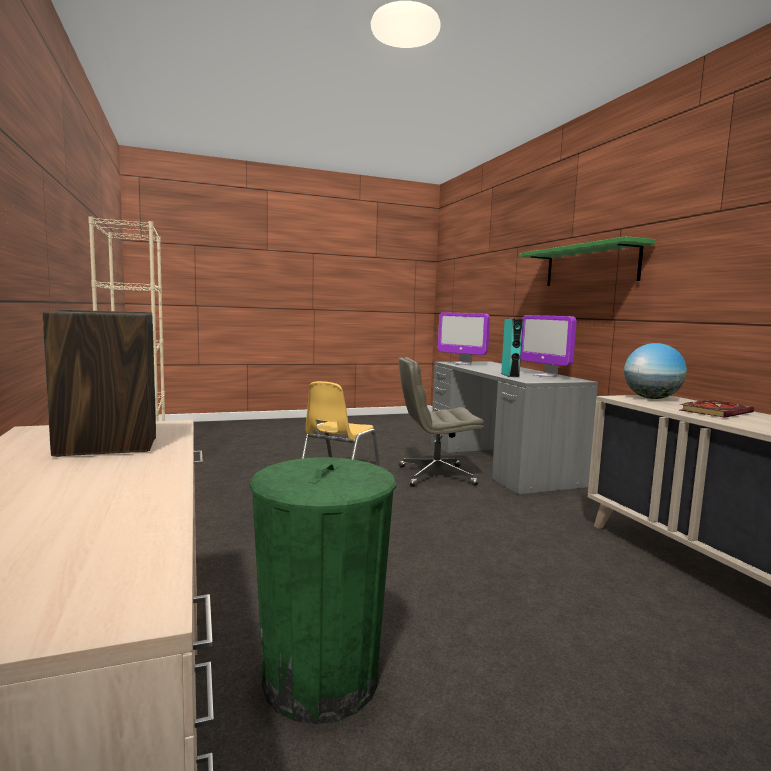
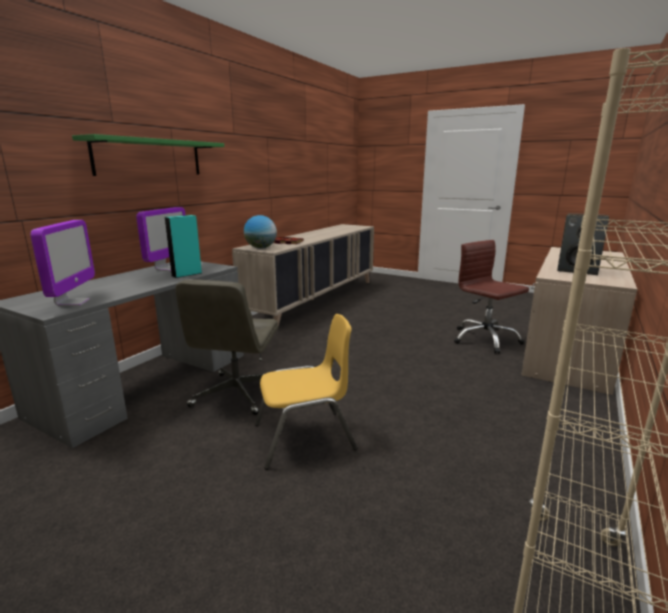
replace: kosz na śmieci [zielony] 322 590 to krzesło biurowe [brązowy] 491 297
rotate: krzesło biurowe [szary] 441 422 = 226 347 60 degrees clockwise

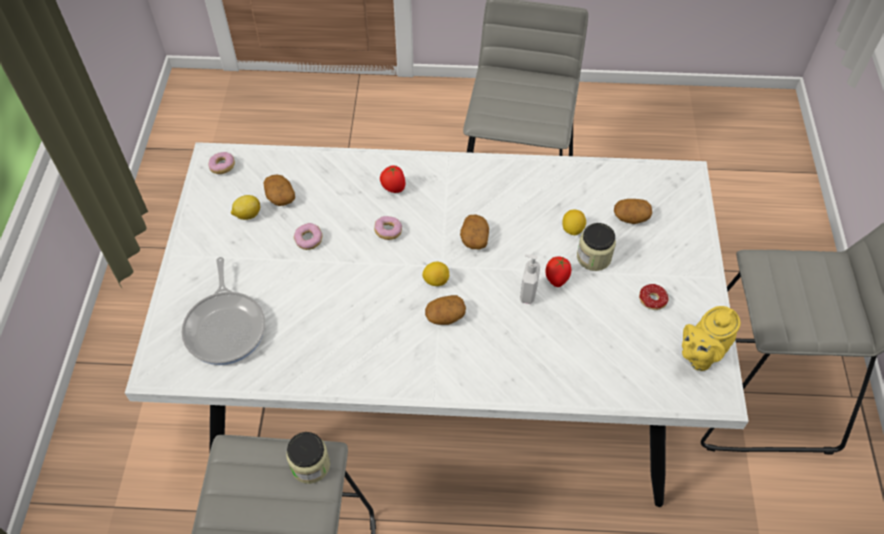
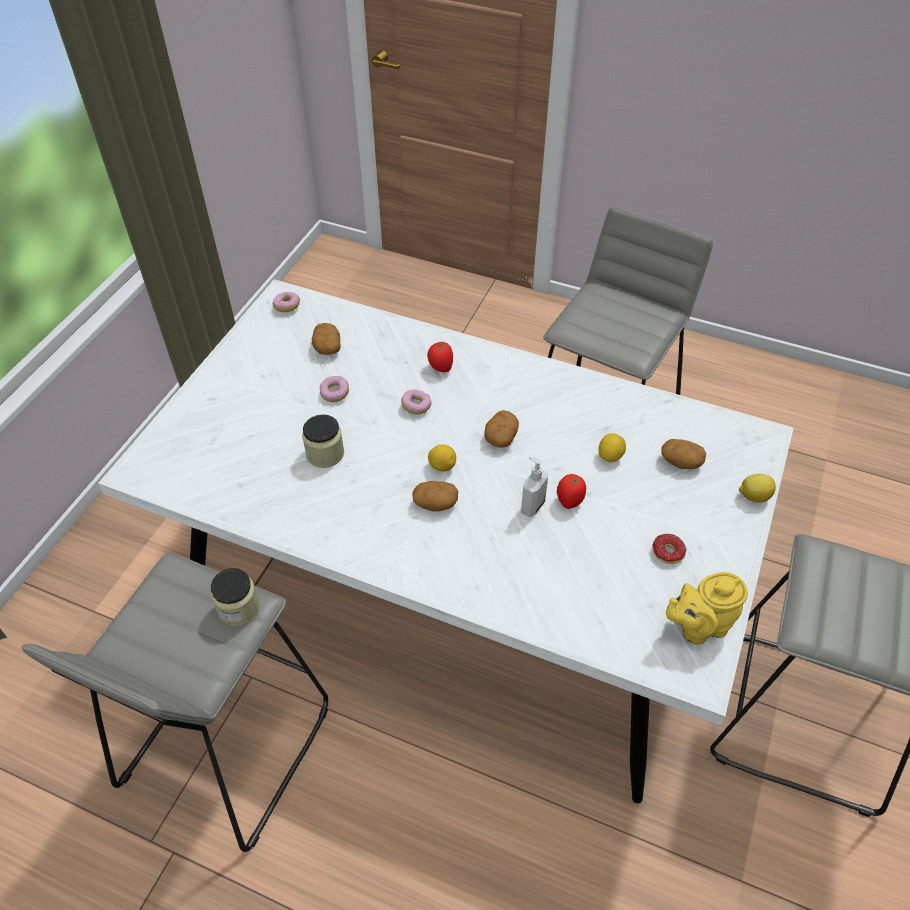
delete: patelnia 223 311
move: cytryna 245 207 to 757 488; słoik 596 247 to 323 441

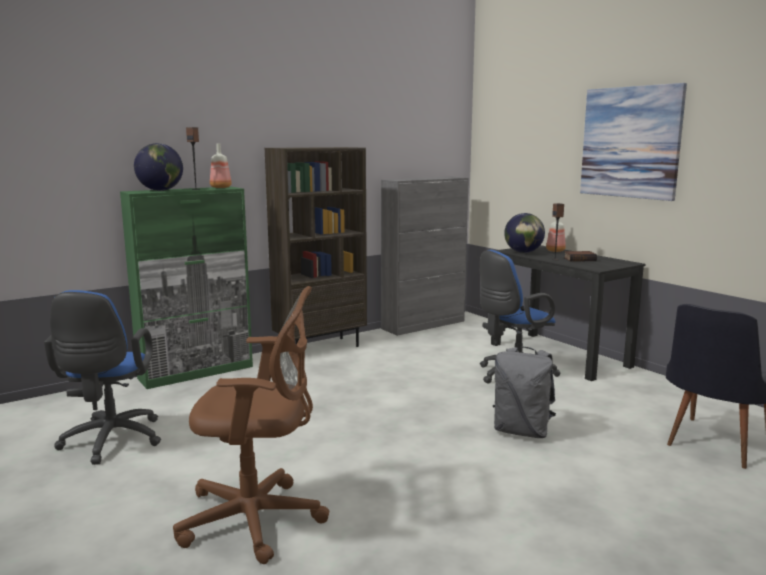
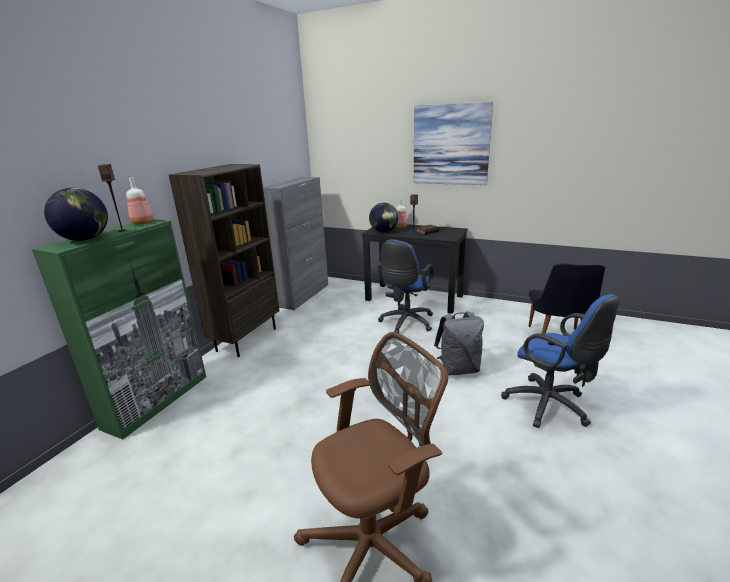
move: krzesło biurowe [niebieski] 102 377 to 560 361

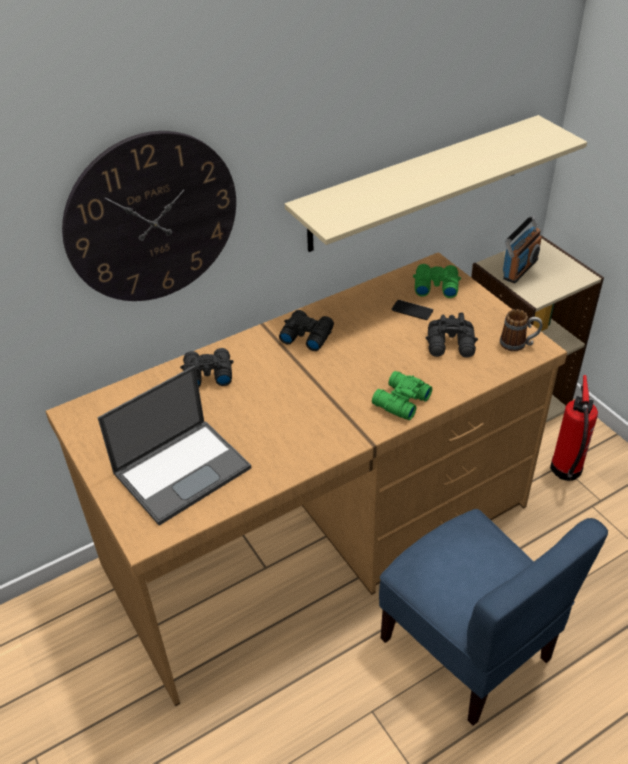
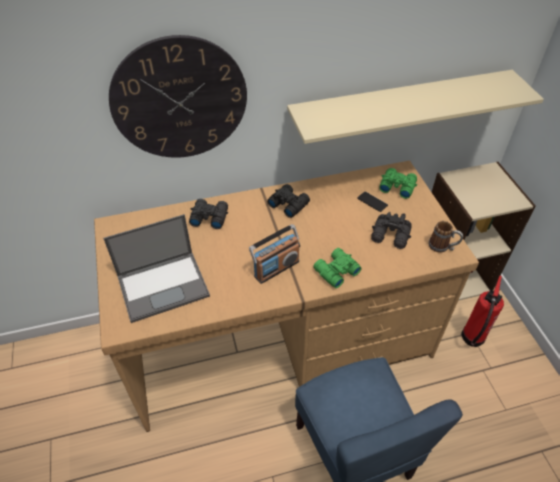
move: radio 522 249 to 274 254

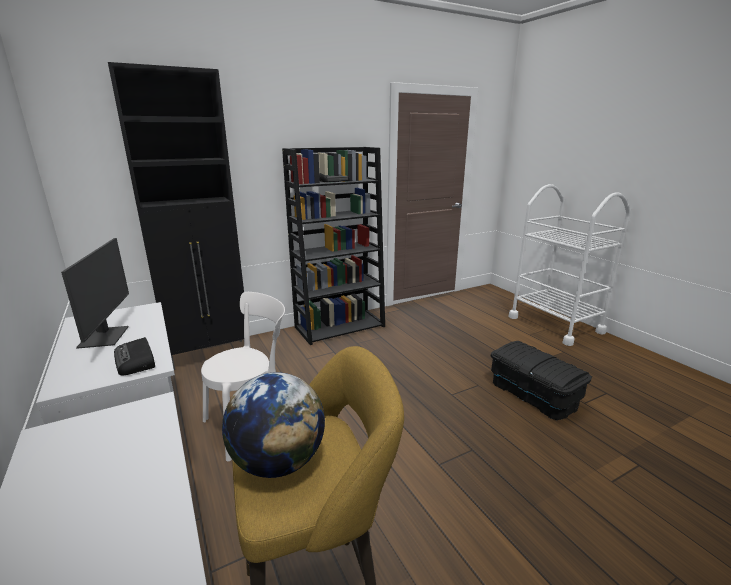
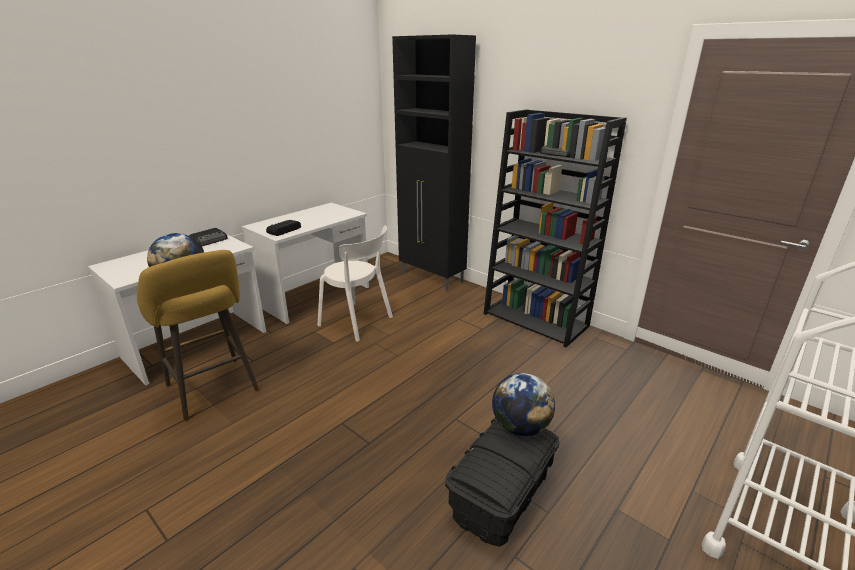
delete: monitor 95 293
insert: radio 208 237; globus 523 404

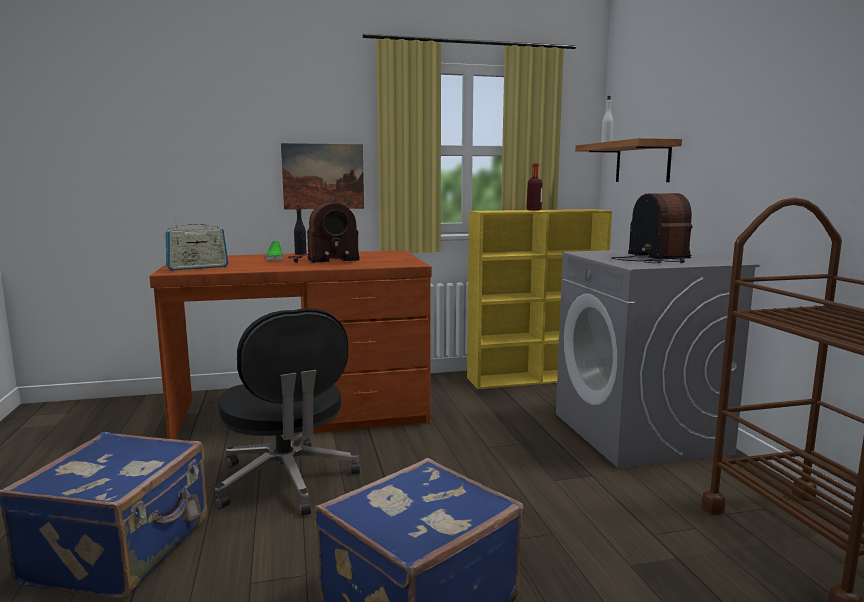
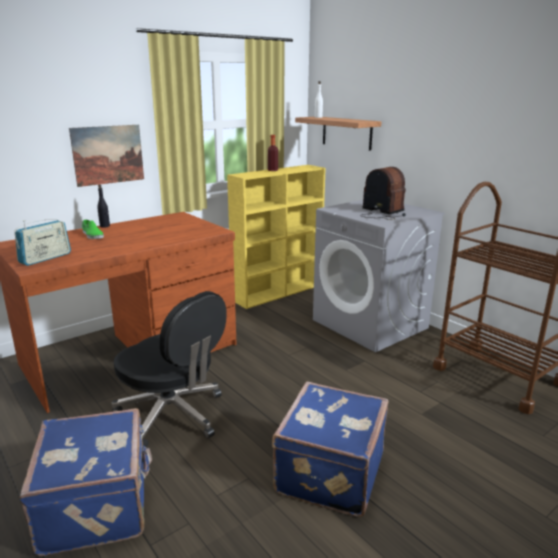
delete: radio 324 232

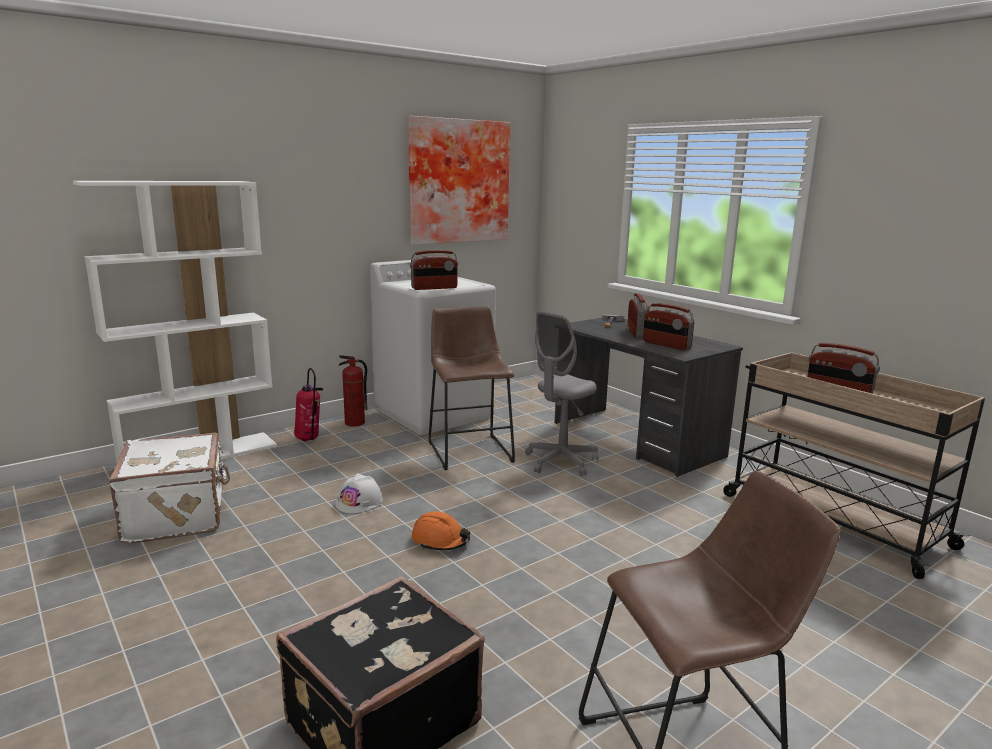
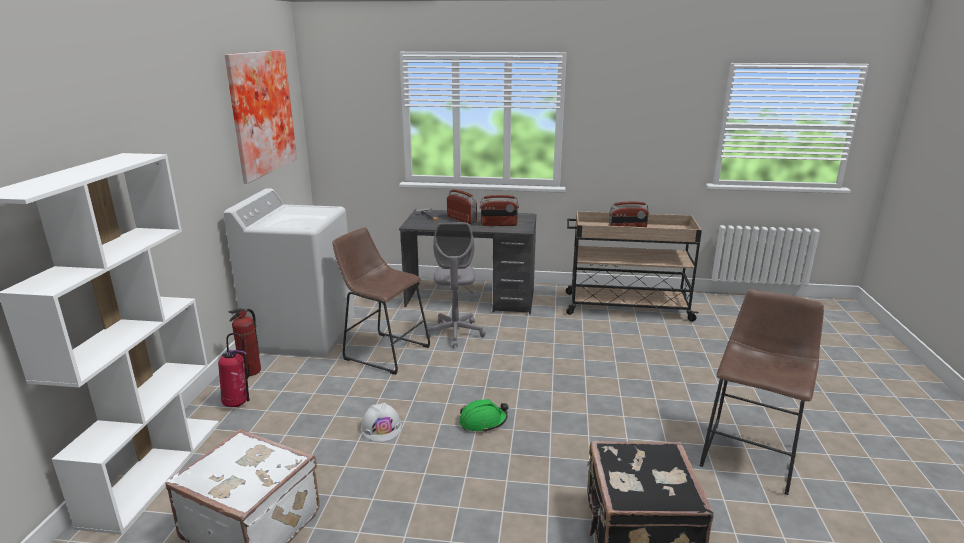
delete: radio 434 270
recolor: kask [pomarańczowy] 440 531 to kask [zielony] 484 415

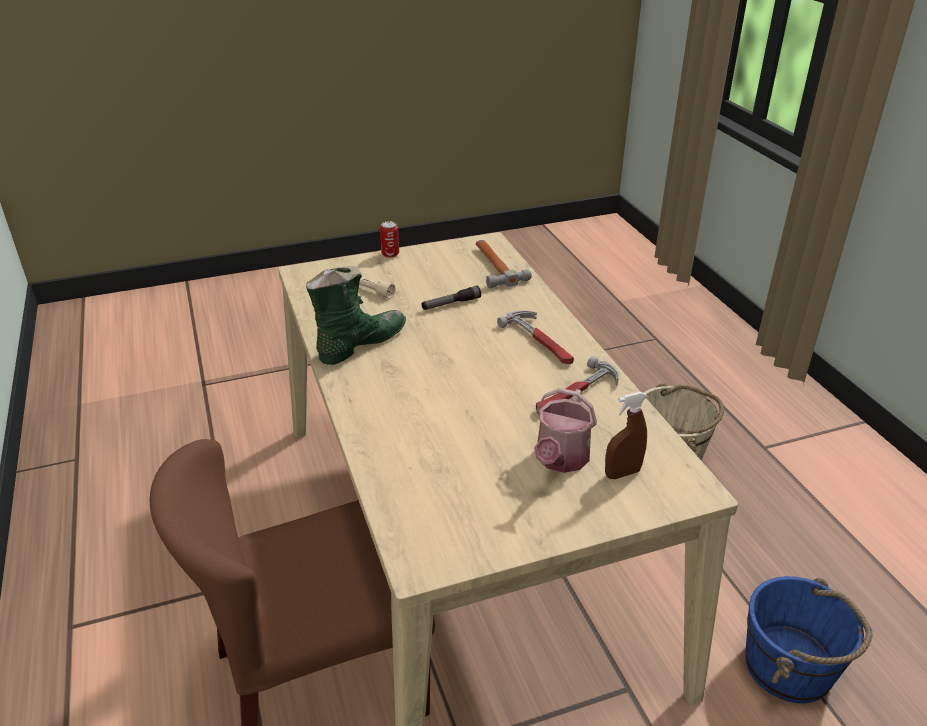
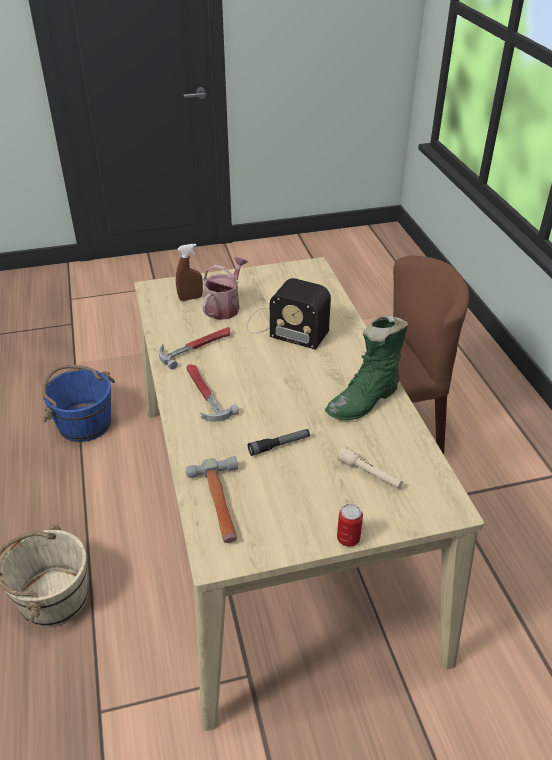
insert: radio 288 314

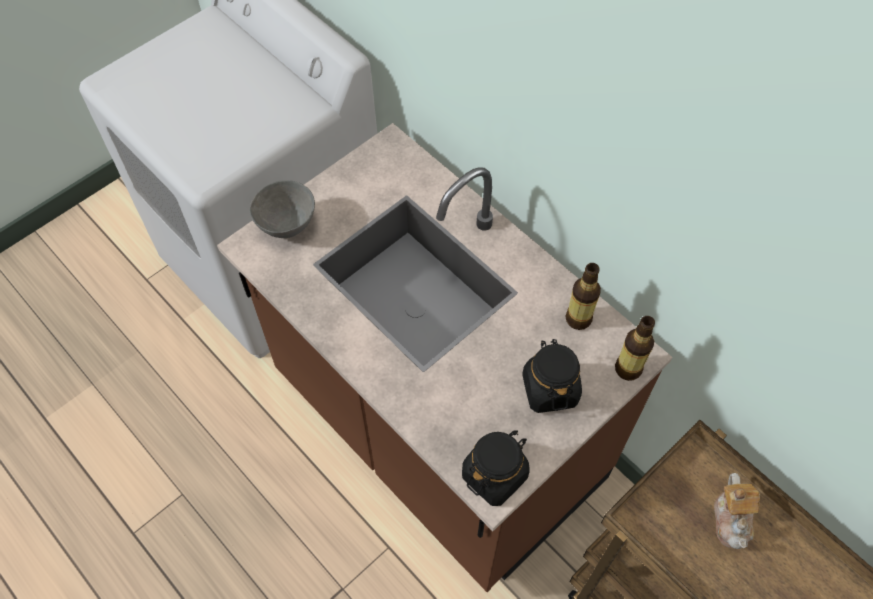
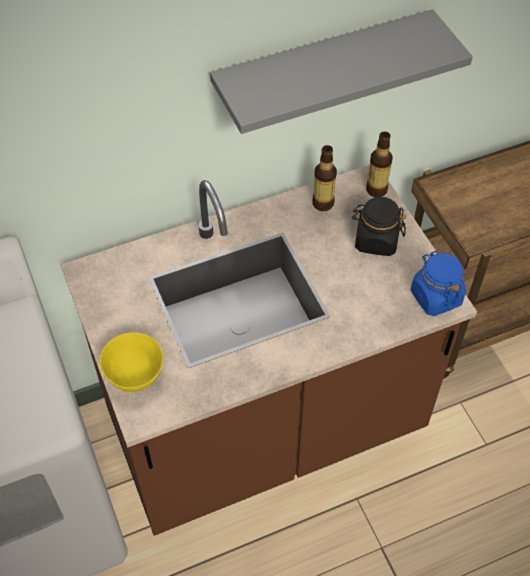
delete: imbryk 737 511
insert: półka [szary] 341 71
recolor: miska [szary] 282 209 to miska [żółty] 131 362; słoik [czarny] 496 468 to słoik [niebieski] 438 283

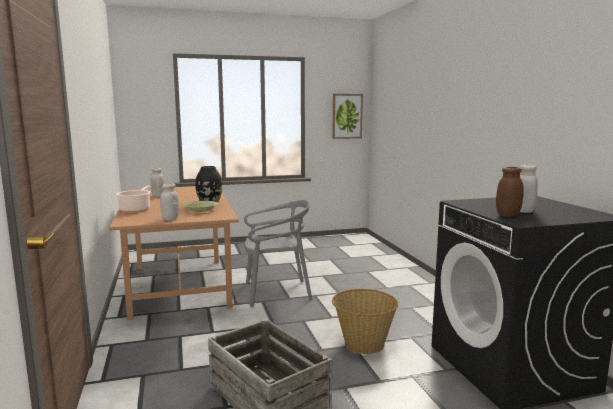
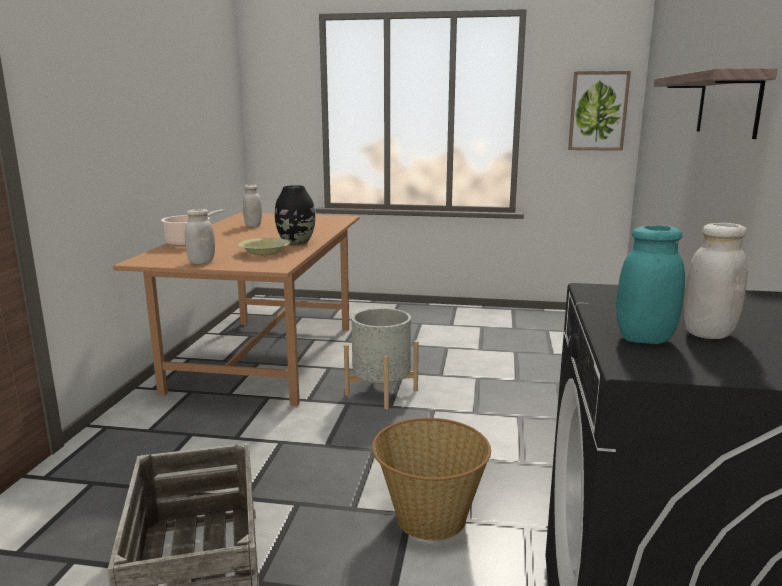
insert: półka 715 103
replace: krzesło [szary] 278 253 to donica [szary] 381 358
recolor: słoik [brązowy] 510 192 to słoik [turkusowy] 650 284

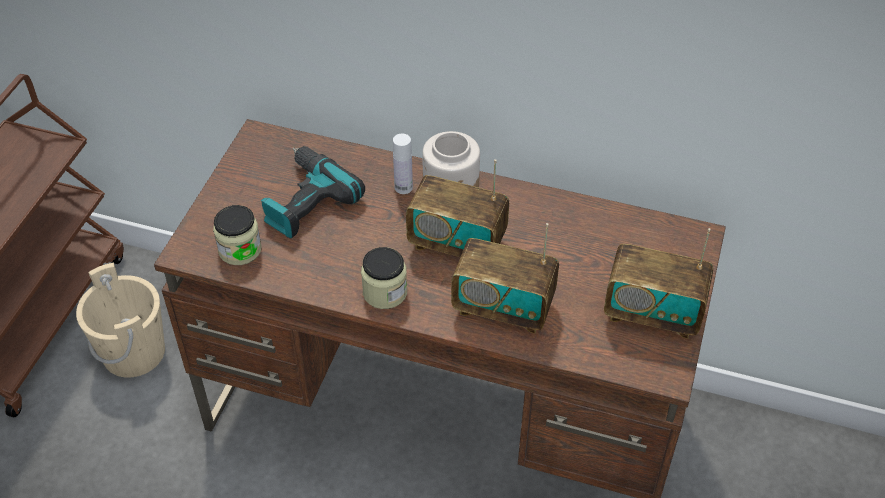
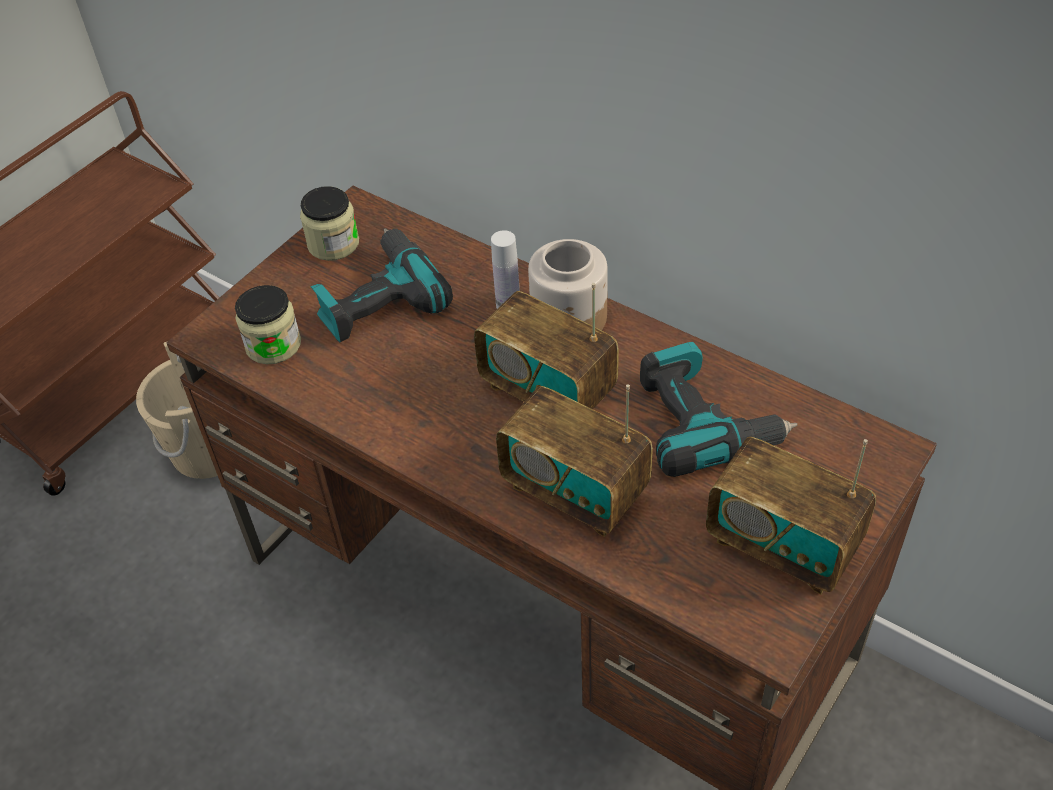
insert: wiertarka 719 409
move: słoik 384 278 to 329 223

